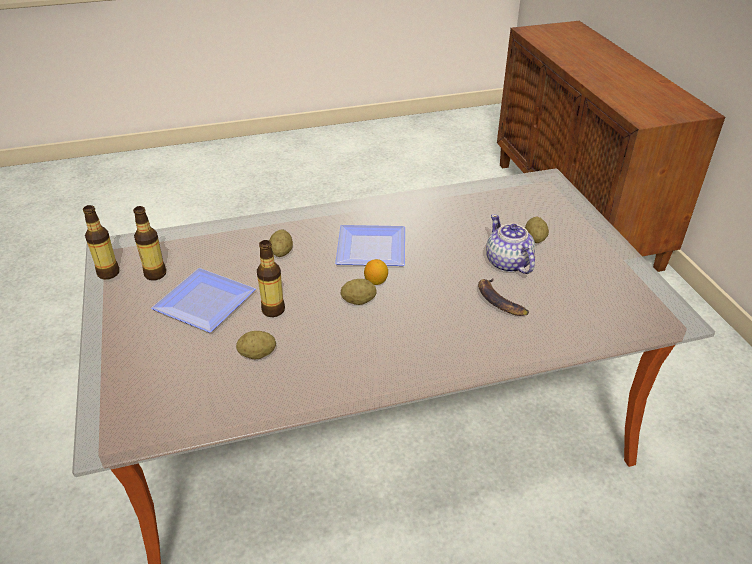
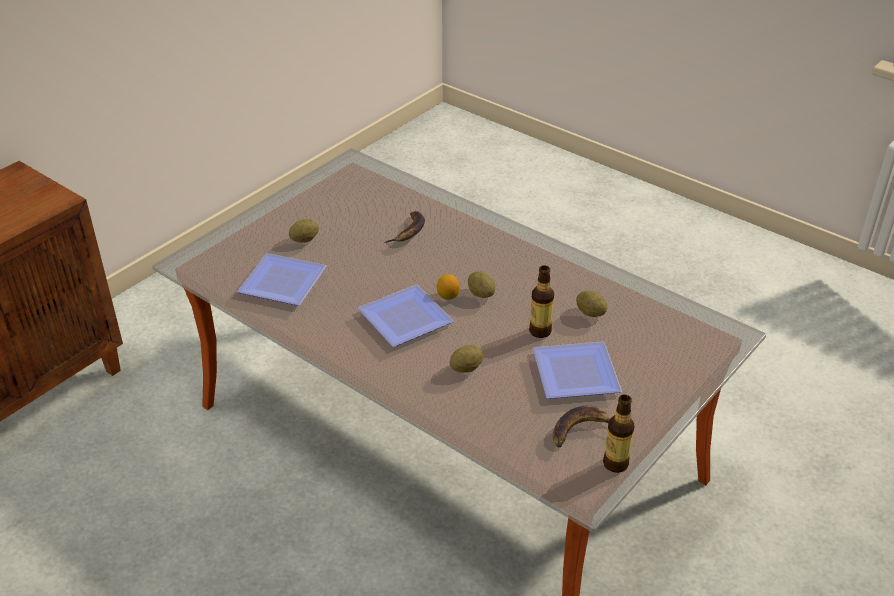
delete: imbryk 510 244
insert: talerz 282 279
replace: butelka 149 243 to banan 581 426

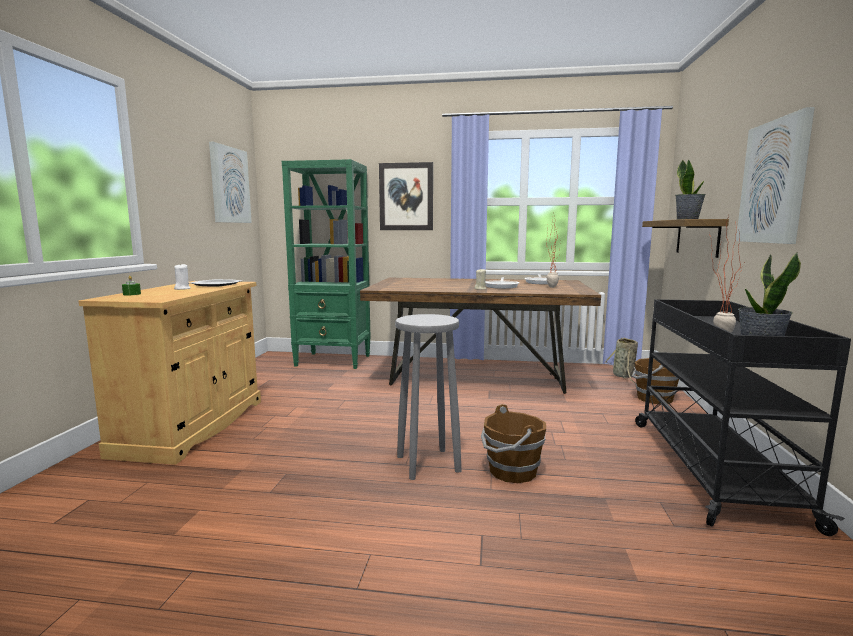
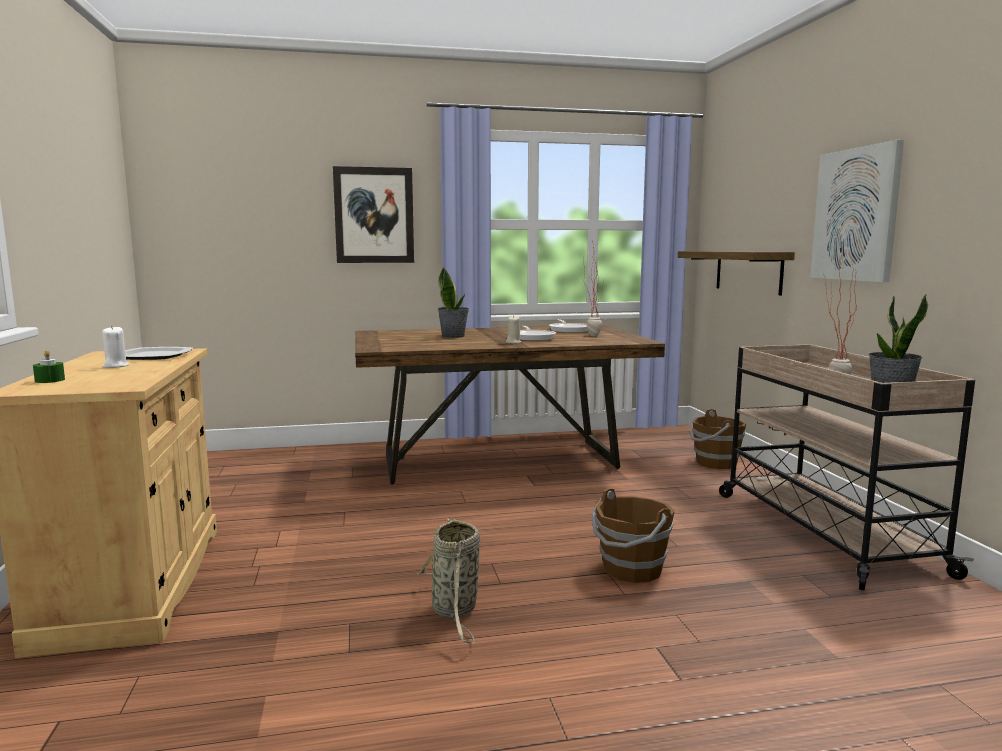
delete: obraz 230 182; regał [zielony] 326 264; stołek [szary] 428 397
move: roślina doniczkowa 690 189 to 453 302; koszyk 621 360 to 449 580
recolor: wózek [czarny] 743 417 to wózek [beżowy] 847 467

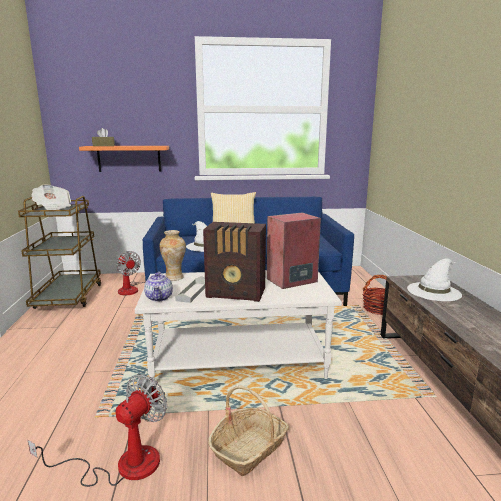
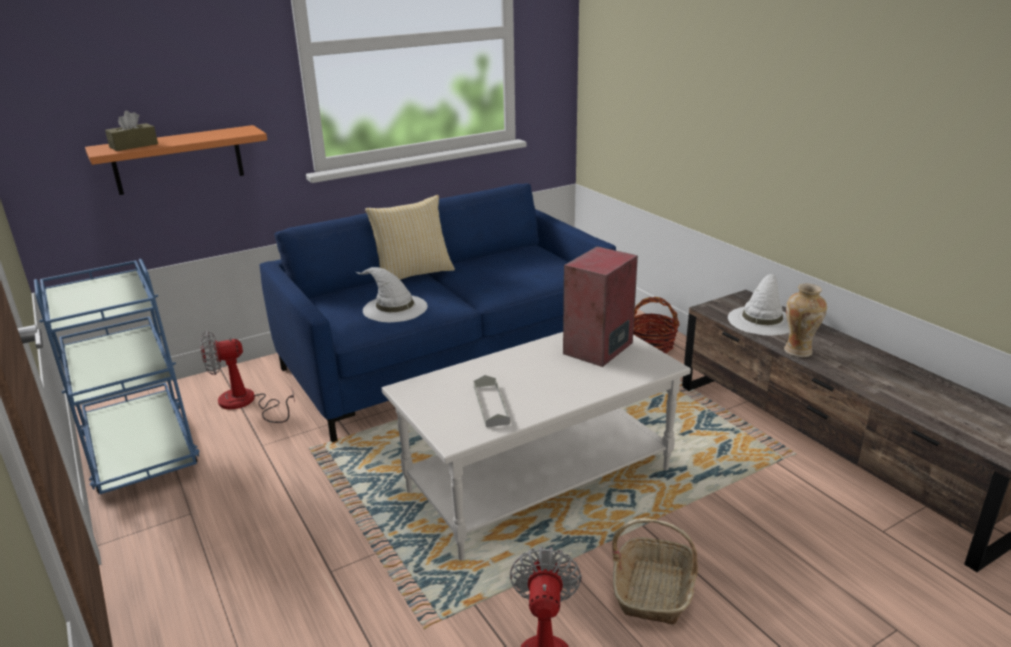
delete: gazeta 51 197; radio 234 262; imbryk 158 286
move: wazon 173 255 to 805 320
recolor: wózek [brązowy] 60 252 to wózek [niebieski] 116 376
rotate: wentylator 130 273 = 247 377 135 degrees clockwise

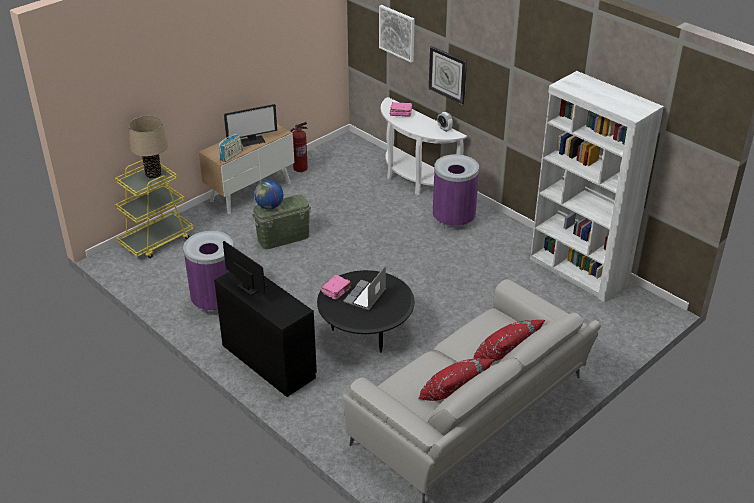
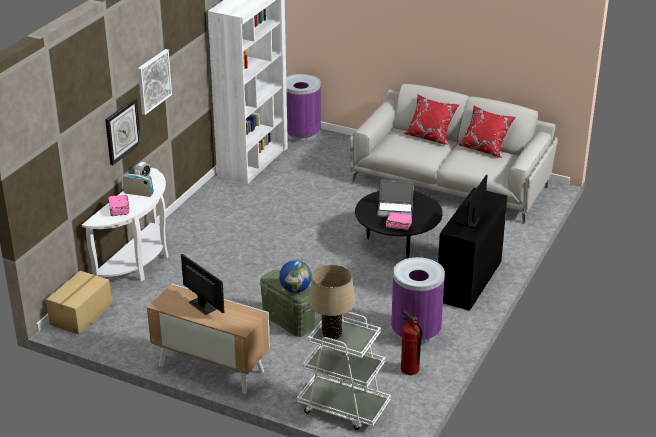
insert: karton 79 302
move: obraz 397 33 to 155 82; gaśnica 299 147 to 411 343; radio 231 148 to 138 185; kosz na śmieci [fioletowy] 456 192 to 303 108
recolor: wózek [żółty] 154 209 to wózek [biały] 344 371

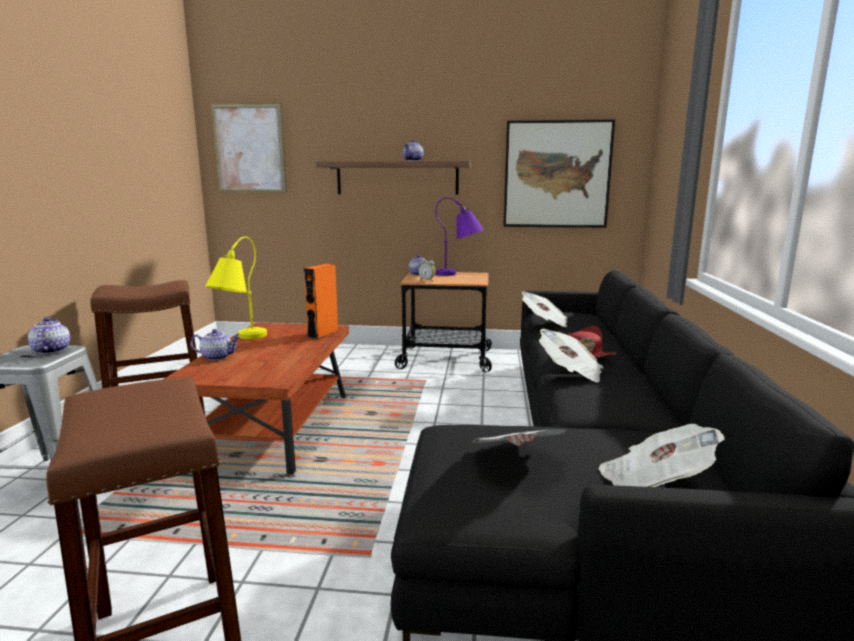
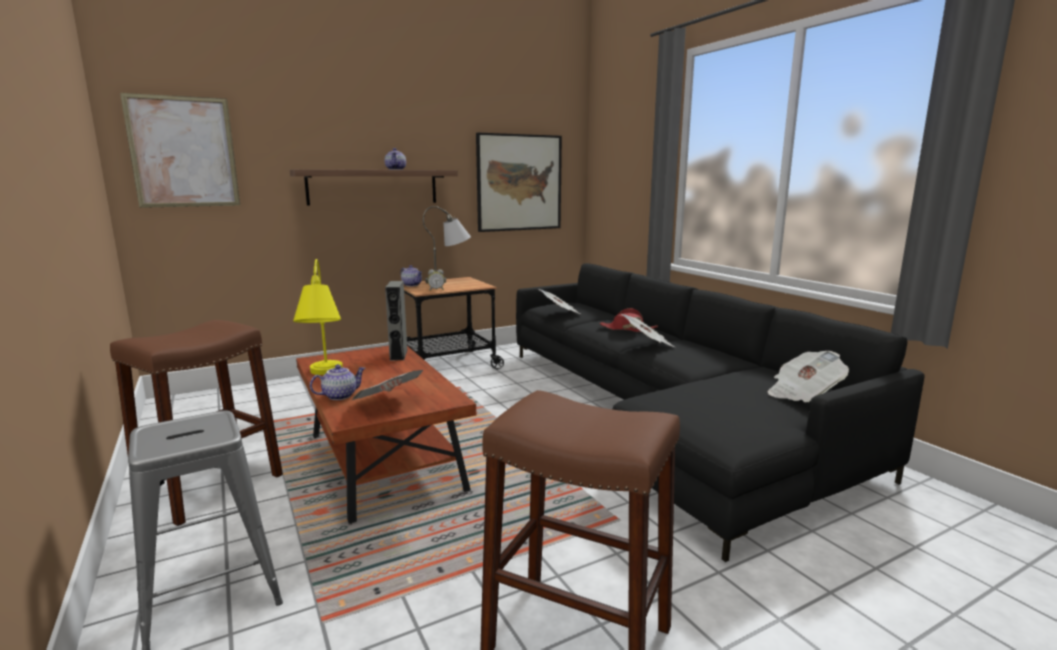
delete: imbryk 49 335
move: gazeta 519 437 to 388 385
recolor: lampa stołowa [fioletowy] 459 237 to lampa stołowa [szary] 447 244; głośnik [pomarańczowy] 321 301 to głośnik [szary] 396 321

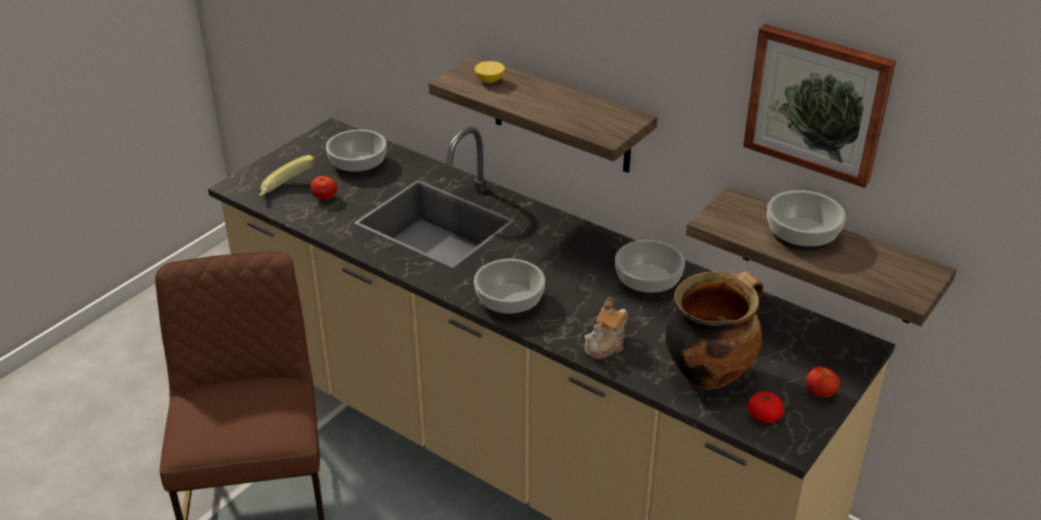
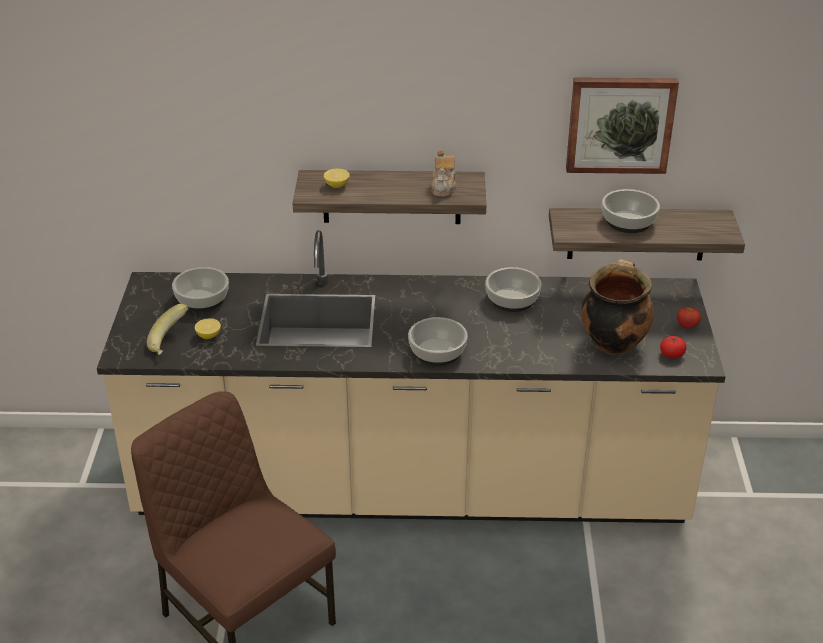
move: imbryk 606 330 to 444 173
replace: pomidor 324 188 to cytryna 208 328

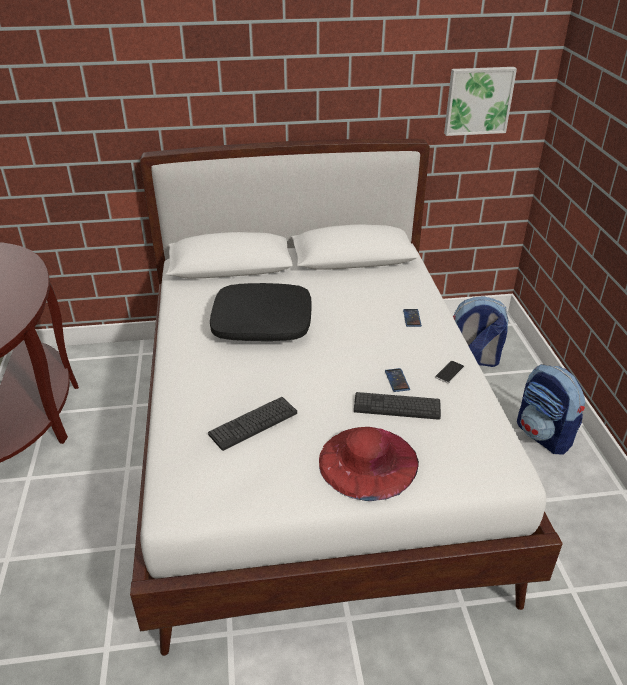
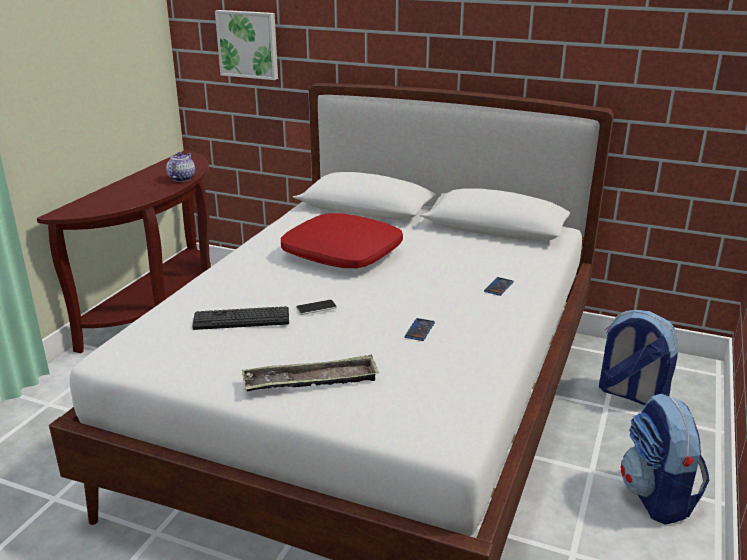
delete: klawiatura 397 406
insert: imbryk 180 167
move: obraz 480 101 to 246 45; telefon 449 372 to 316 307
replace: kapelusz [czerwony] 369 464 to taca 310 373
recolor: poduszka [czarny] 261 312 to poduszka [czerwony] 342 240

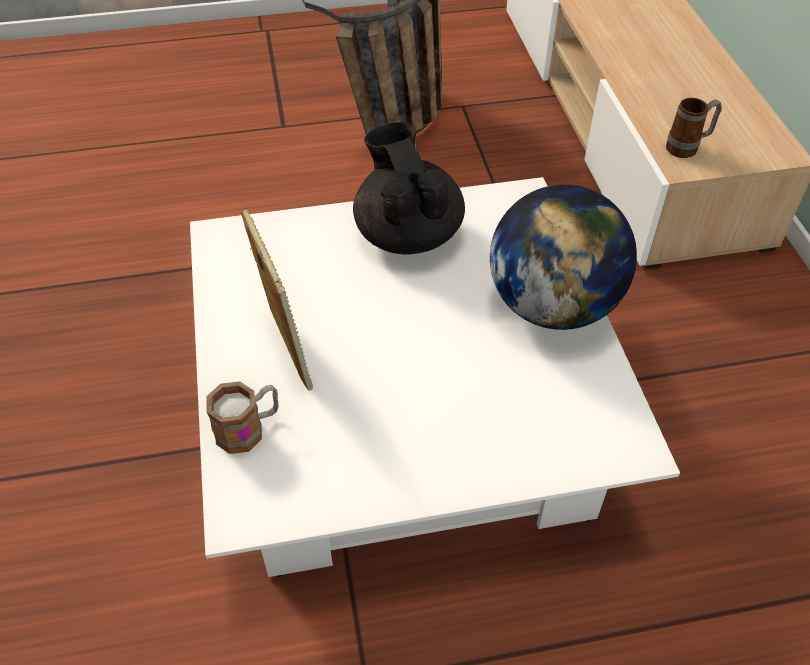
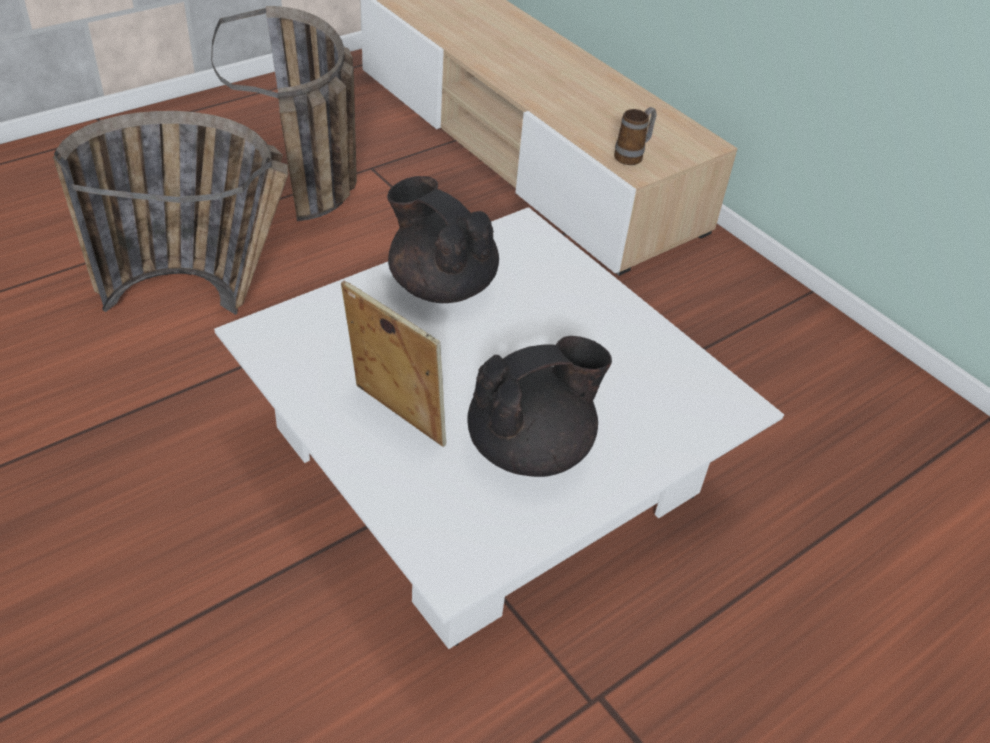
delete: globus 563 257; kubek 242 418
insert: koszyk 170 213; imbryk [czarny] 539 406

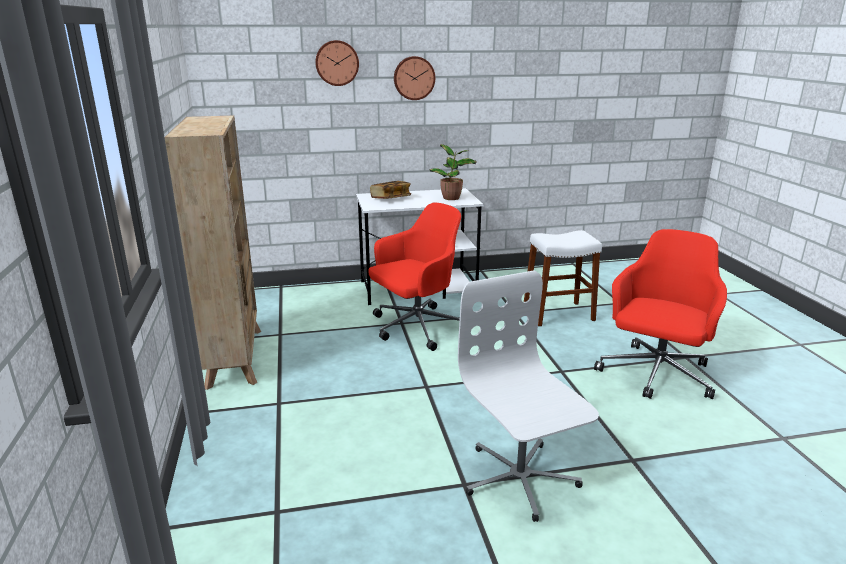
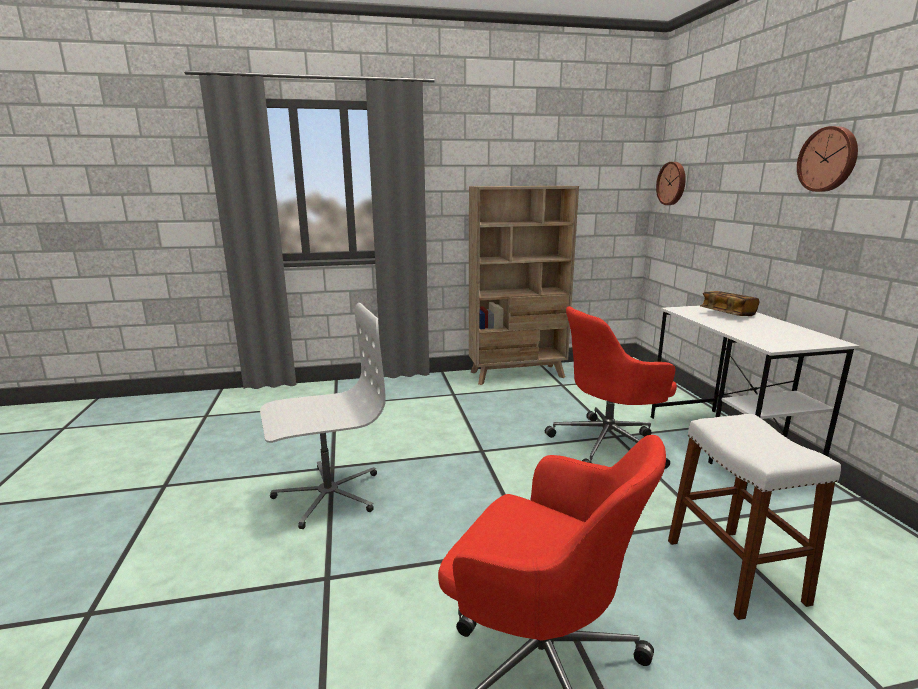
delete: roślina doniczkowa 452 172
move: zegar ścienny 337 63 to 671 183
rotate: krzesło biurowe [czerwony] 414 277 = 611 387 105 degrees clockwise

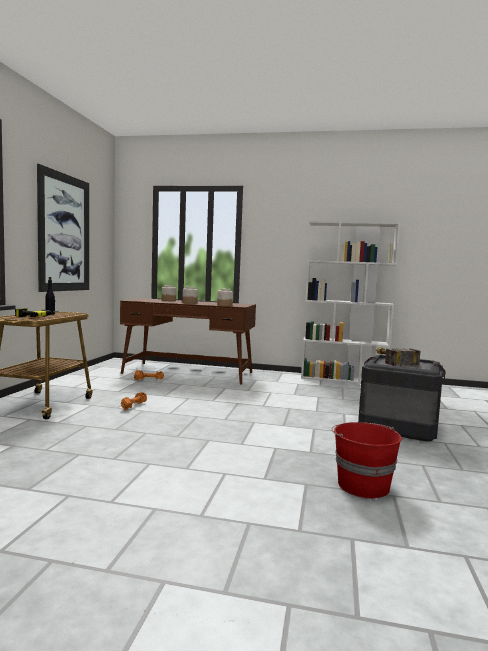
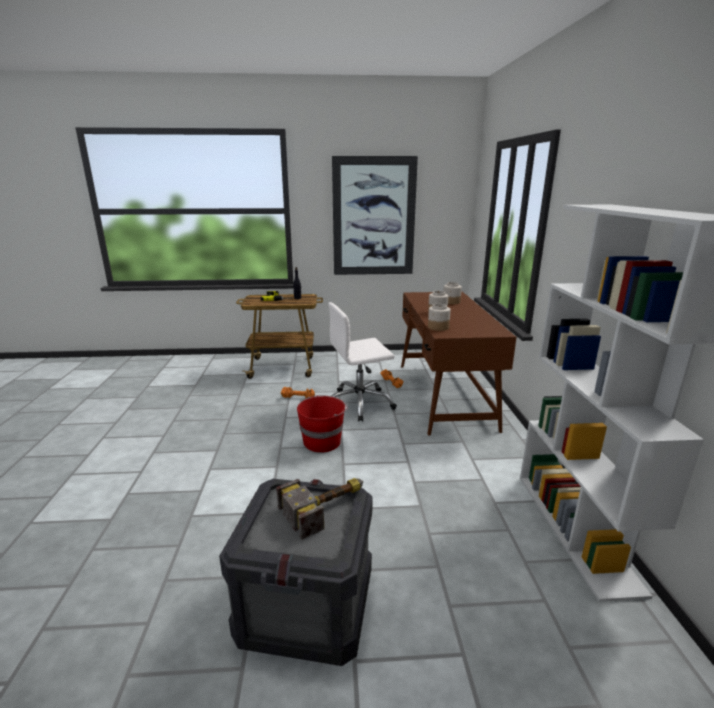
insert: krzesło biurowe [biały] 362 362
move: wiadro [czerwony] 367 460 to 322 424

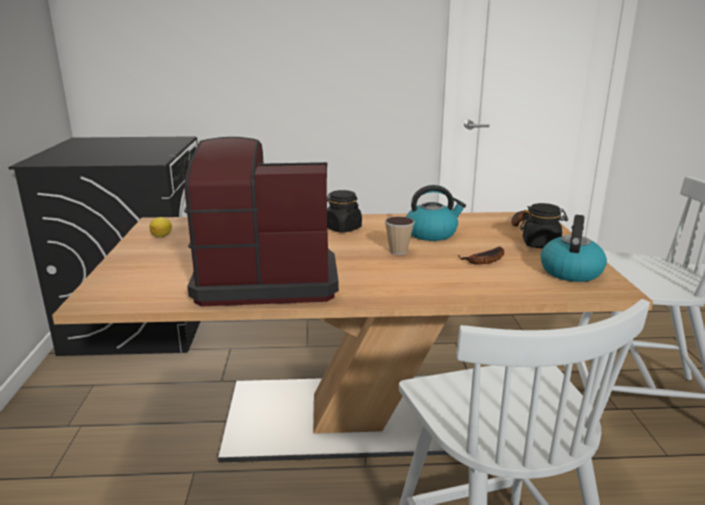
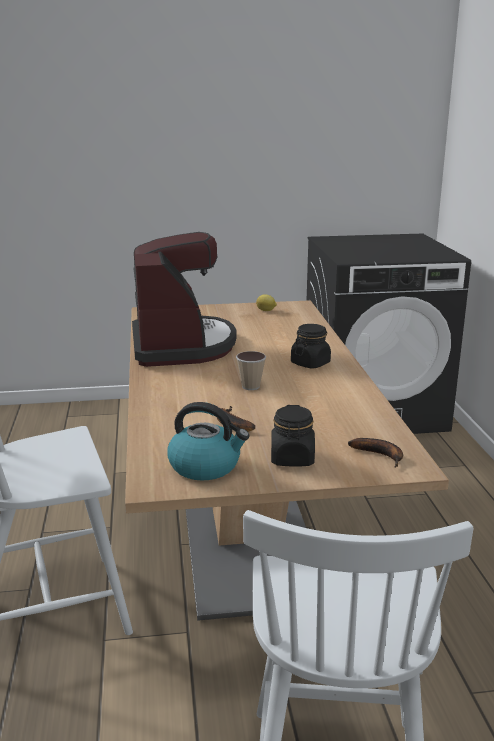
delete: czajnik 436 213

